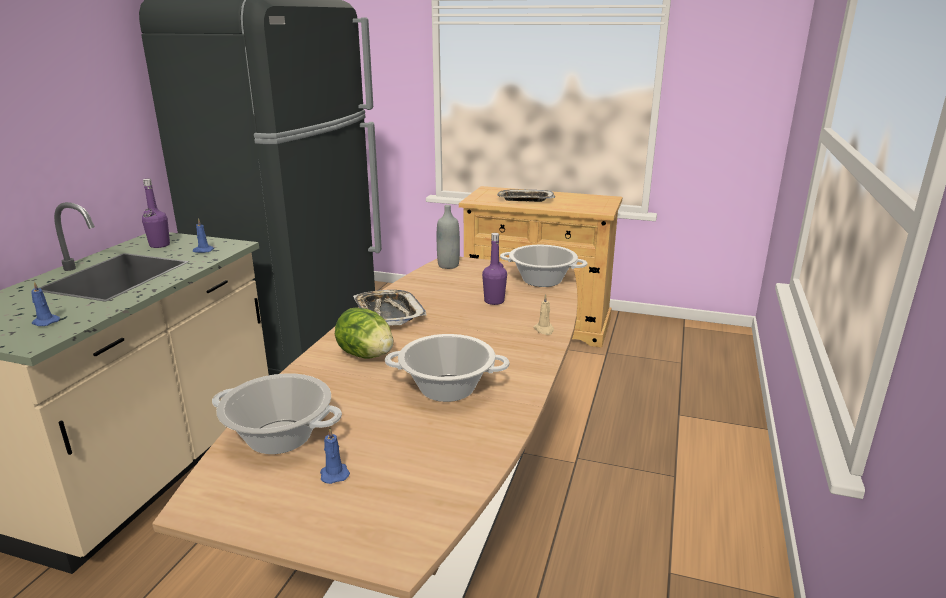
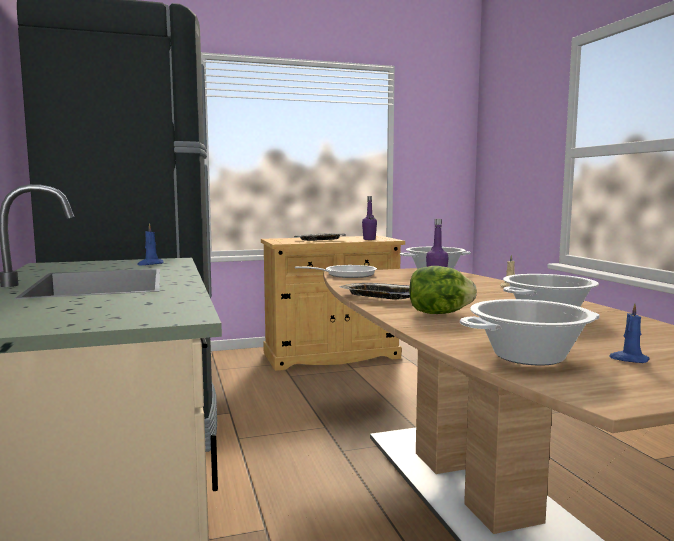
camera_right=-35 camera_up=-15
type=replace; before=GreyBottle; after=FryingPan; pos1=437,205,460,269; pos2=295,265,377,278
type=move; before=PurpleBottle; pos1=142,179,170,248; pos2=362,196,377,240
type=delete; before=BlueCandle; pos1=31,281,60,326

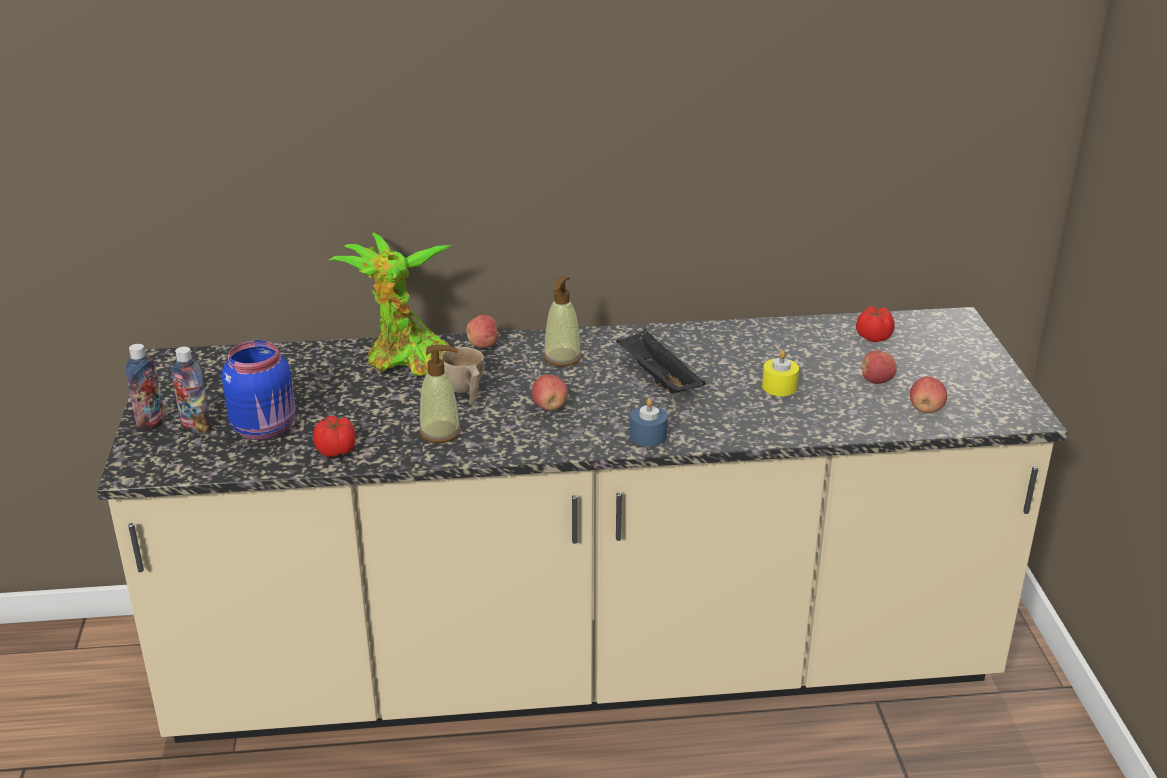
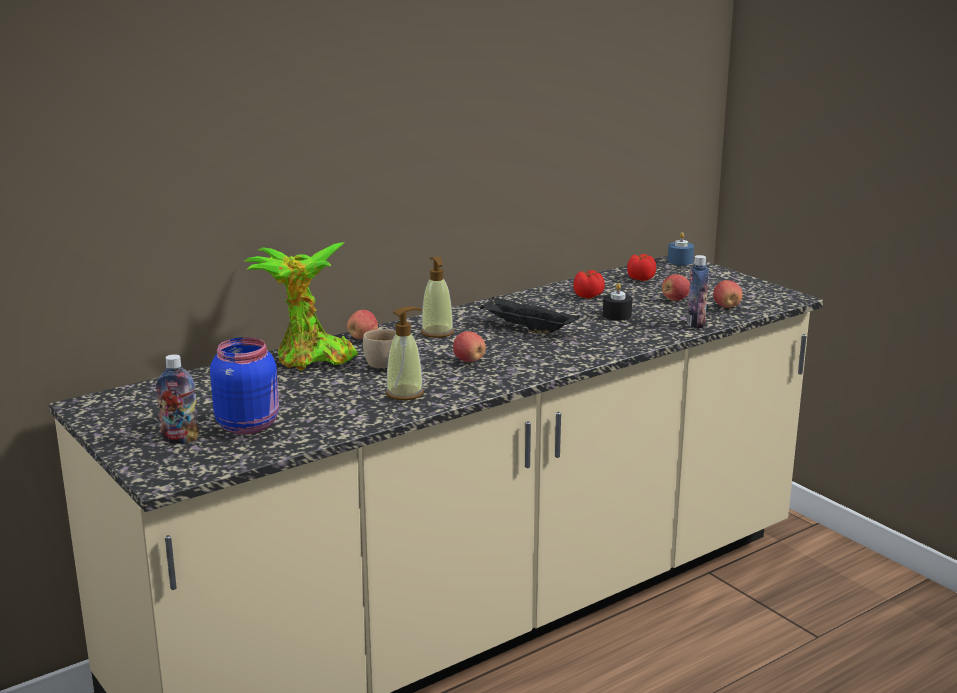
camera_right=-30 camera_up=-10
type=move; before=Tomato; pos1=313,416,356,457; pos2=573,270,605,299
type=recolor; before=YellowCandle; after=BlackCandle; pos1=762,350,799,396; pos2=603,283,632,321
type=move; before=BlueCandle; pos1=630,398,668,447; pos2=668,232,694,265
type=move; before=Bottle; pos1=126,344,165,433; pos2=687,255,709,329

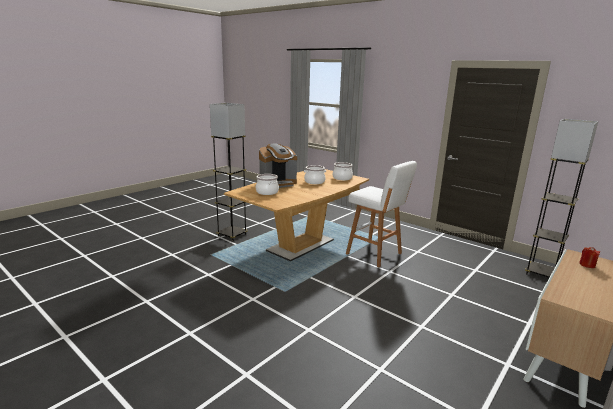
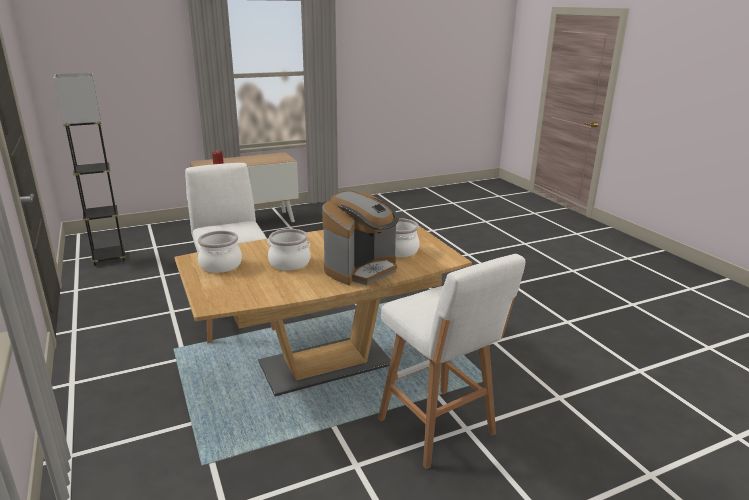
camera_right=-155 camera_up=5
type=rotate; before=CoffeeMachine; pos1=259,144,297,188; pos2=322,191,399,285; turn=135
type=replace; before=GreyFloorLamp; after=WhiteStool; pos1=210,103,248,241; pos2=378,254,525,469

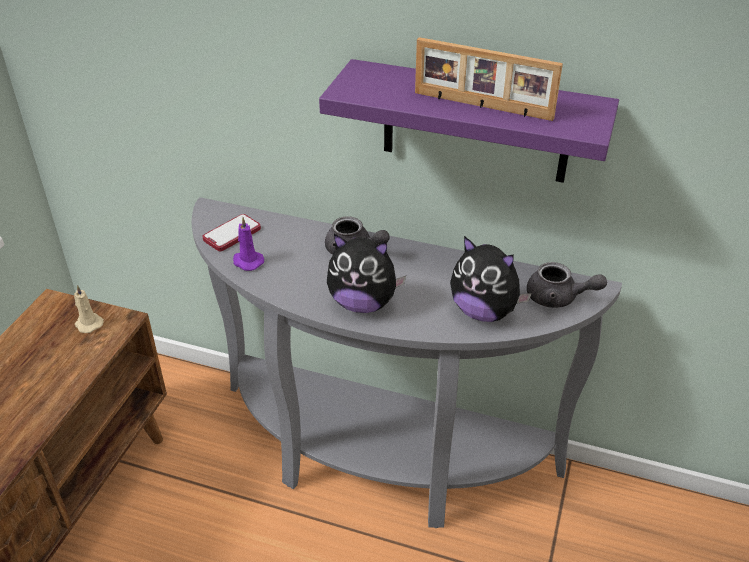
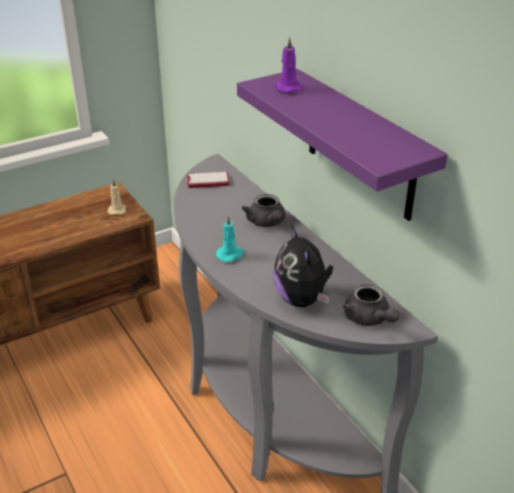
camera_right=40 camera_up=-5
type=replace; before=PlushToy; after=TurquoiseCandle; pos1=327,234,406,313; pos2=216,215,244,262
type=move; before=PurpleCandle; pos1=233,217,264,271; pos2=275,37,303,93
type=delete; before=PictureFrame; pos1=415,37,563,121

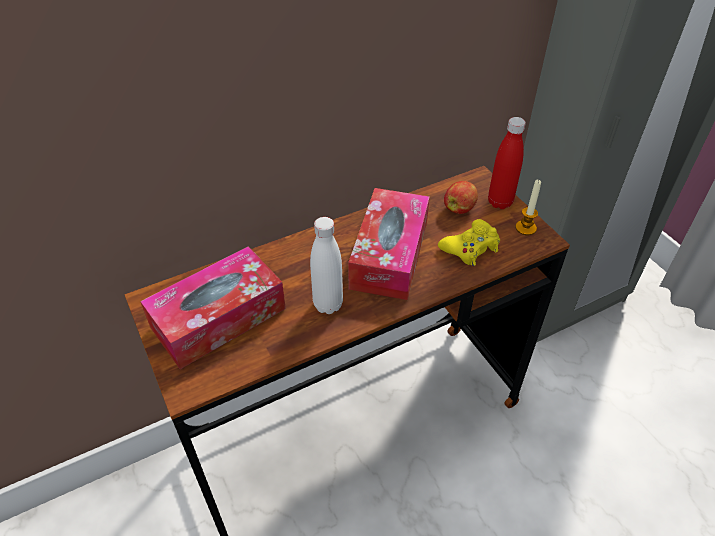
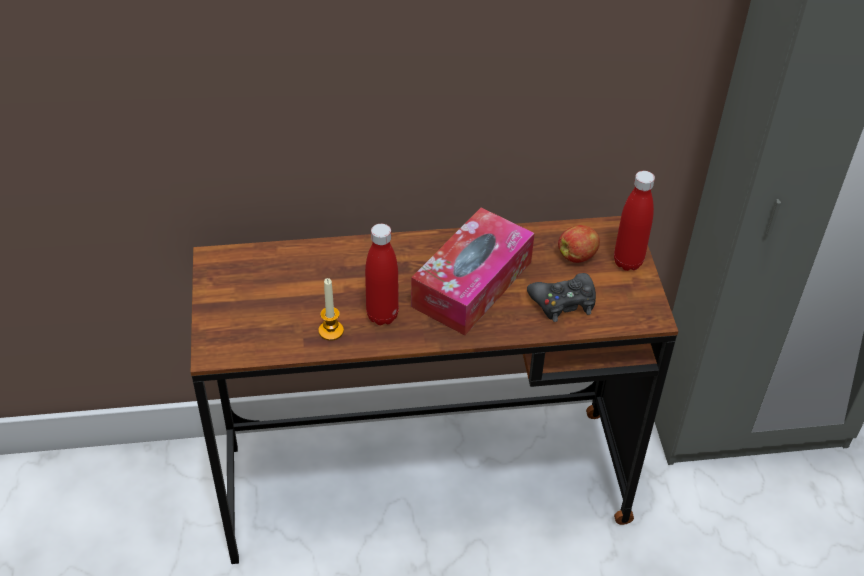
camera_right=20 camera_up=0
type=move; before=Candle; pos1=515,179,541,235; pos2=318,278,344,341
type=recolor; before=WhiteBottle; after=RedBottle; pos1=310,217,343,314; pos2=365,224,399,325
type=recolor; before=YellowGameController; after=BlackGameController; pos1=438,219,500,266; pos2=527,273,596,322
type=delete; before=TissueBox; pos1=140,246,286,369

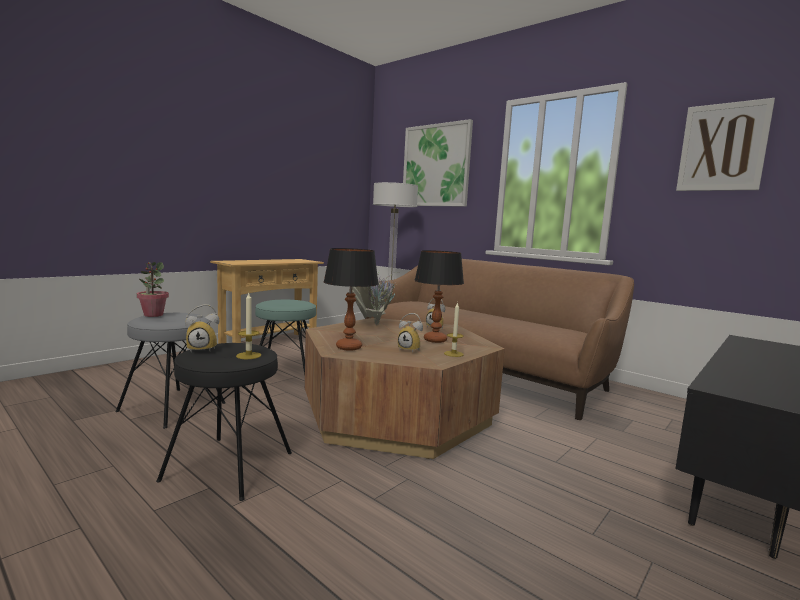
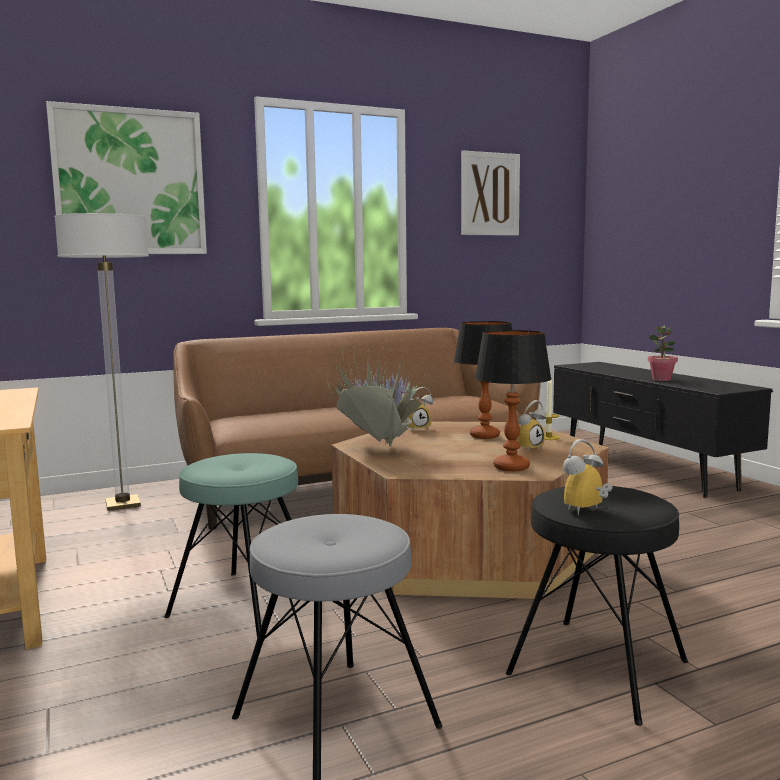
camera_right=-65 camera_up=0
type=rotate; before=AlarmClock; pos1=185,304,220,352; pos2=563,439,612,515; turn=-135
type=move; before=PottedPlant; pos1=137,262,169,317; pos2=647,326,678,381
type=delete; before=Candle; pos1=236,293,261,359

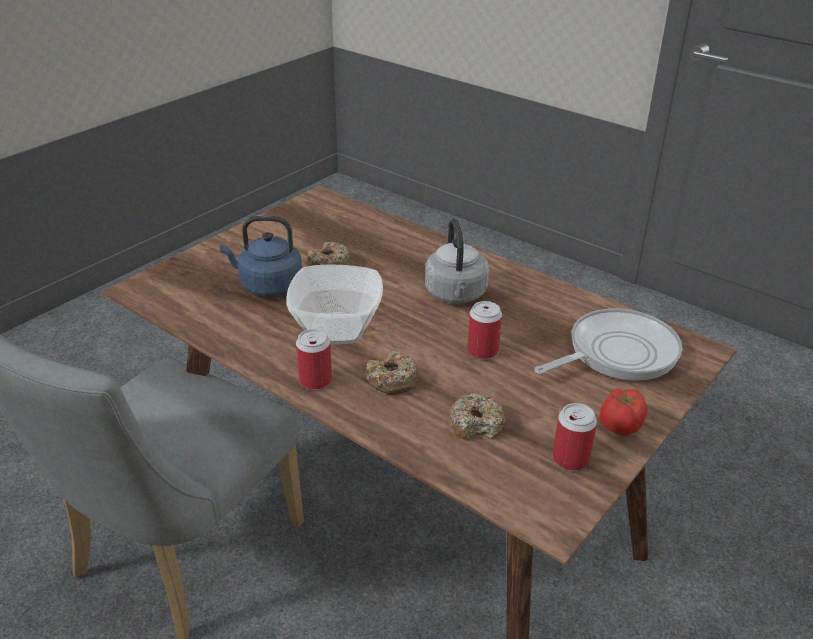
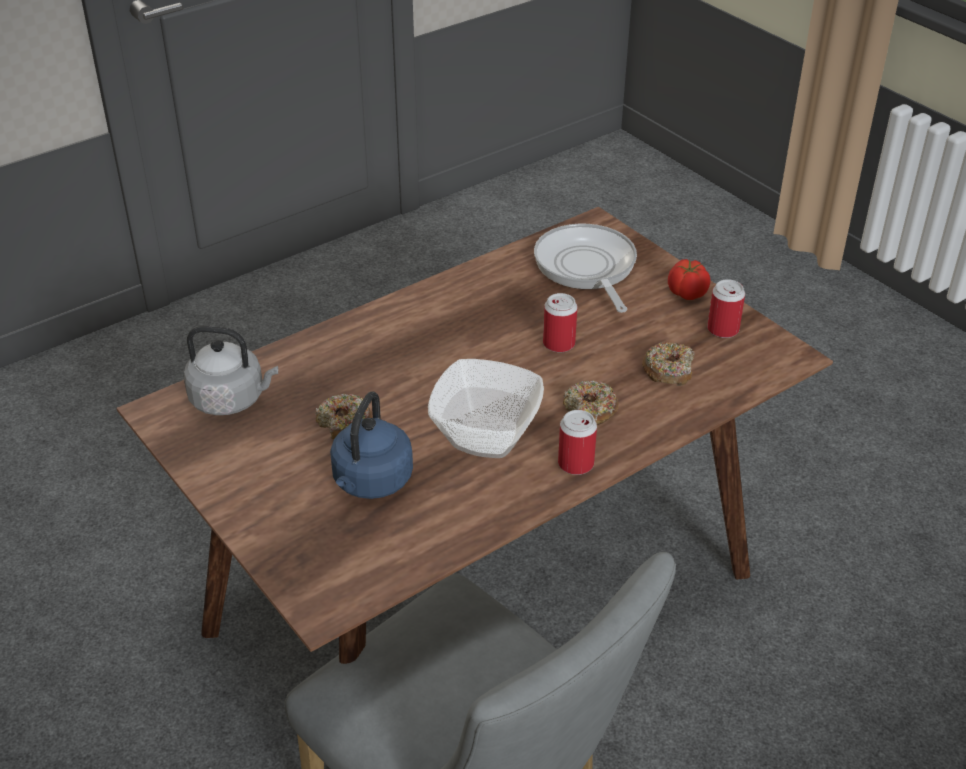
camera_right=-75 camera_up=5
type=move; before=GreyKettle; pos1=425,218,489,303; pos2=183,326,278,415

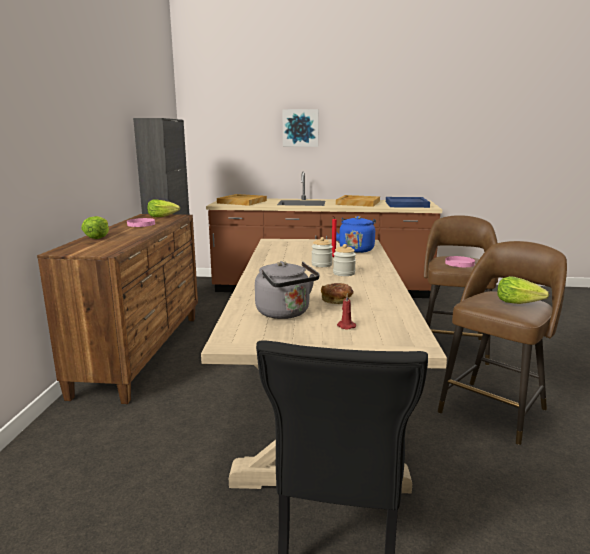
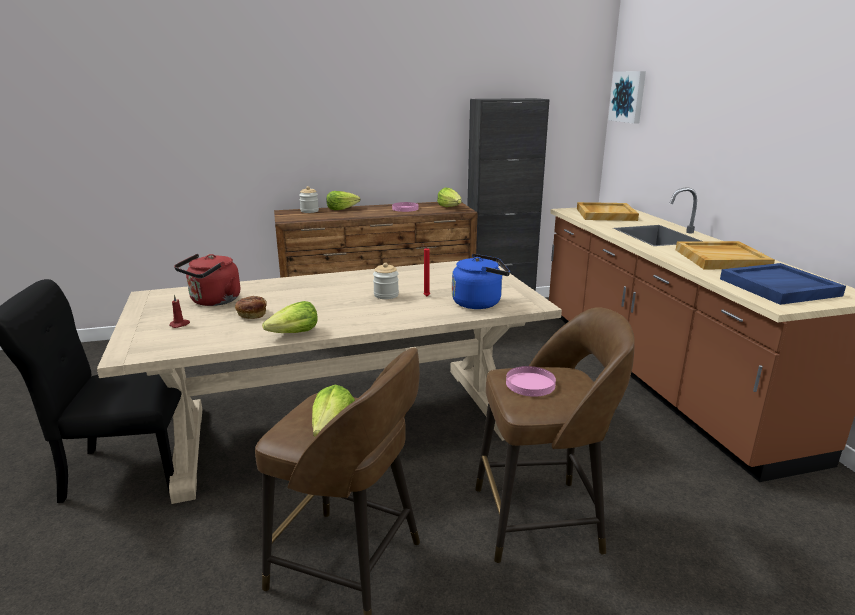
camera_right=70 camera_up=5
type=recolor; before=GreyKettle; after=RedKettle; pos1=255,261,320,319; pos2=174,254,240,306
type=insert; after=Lettuce; pos2=262,301,318,333
type=move; before=Jar; pos1=333,244,356,276; pos2=299,186,319,213
type=move; before=Picture; pos1=283,109,319,147; pos2=608,71,646,124

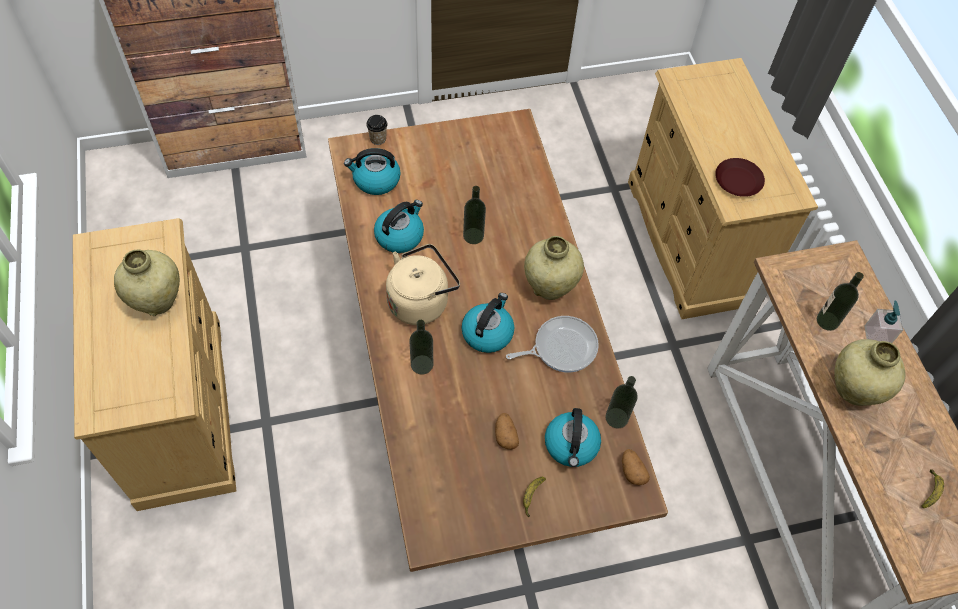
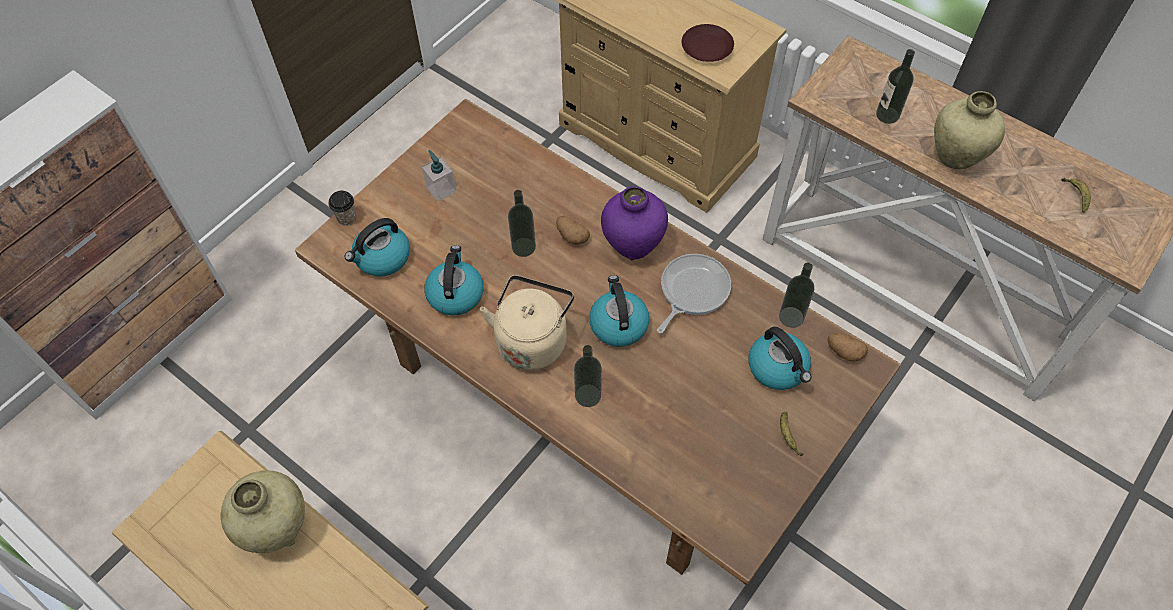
camera_right=-35 camera_up=0
type=move; before=SoapDispenser; pos1=865,301,904,343; pos2=422,150,457,202
type=move; before=Potato; pos1=495,413,519,449; pos2=556,216,590,245
type=recolor; before=BeigeVase; after=PurpleVase; pos1=524,236,584,300; pos2=601,186,668,260

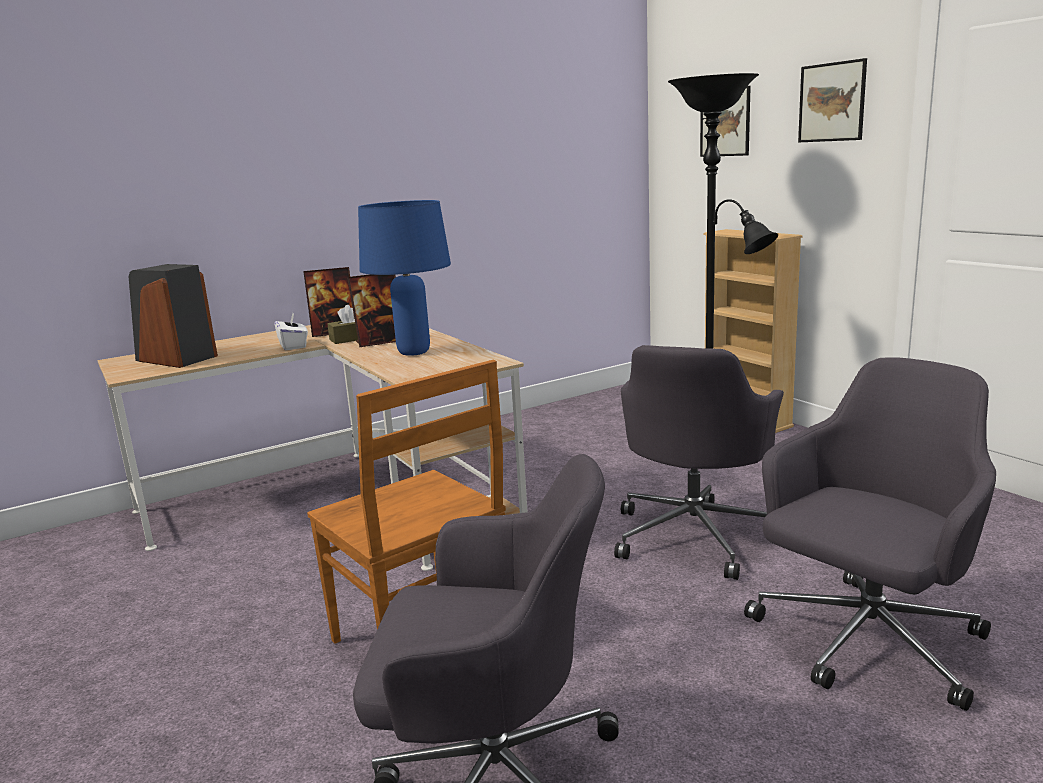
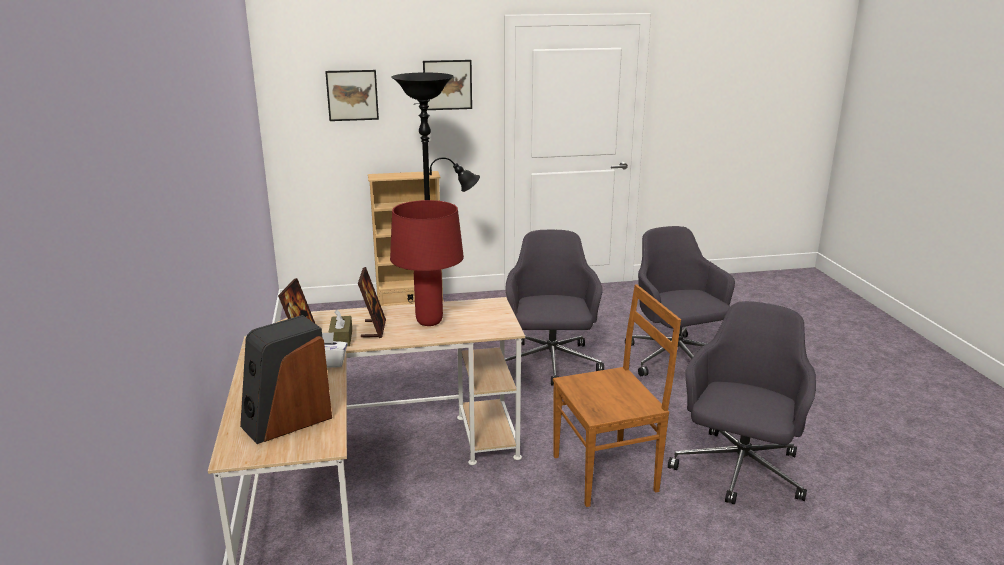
camera_right=-70 camera_up=5
type=recolor; before=BlueTableLamp; after=RedTableLamp; pos1=358,200,451,356; pos2=390,200,464,326
type=rotate; before=GreyOfficeChair; pos1=614,345,784,580; pos2=505,230,604,386; turn=-135

